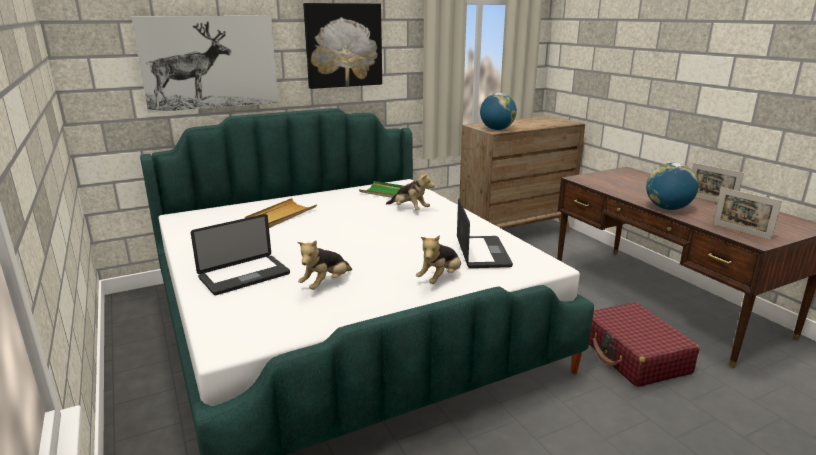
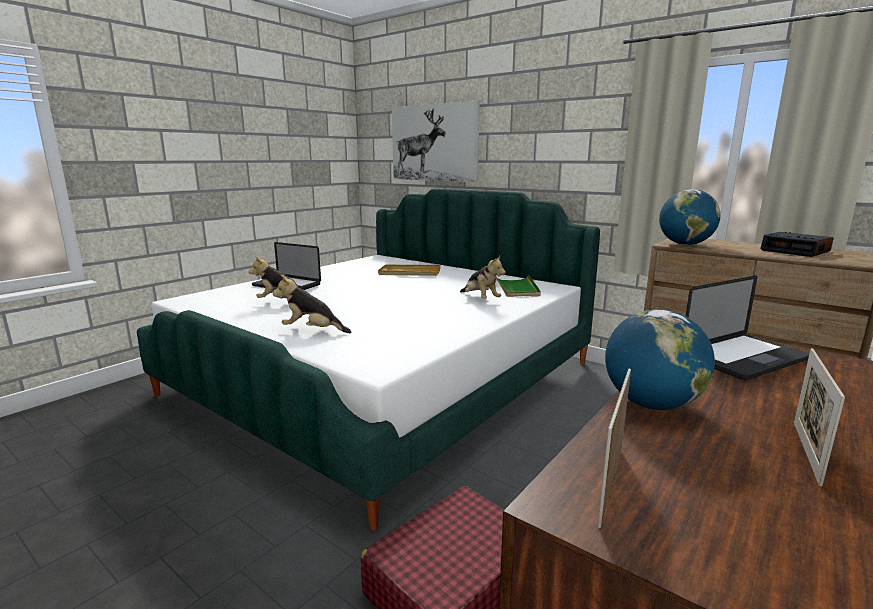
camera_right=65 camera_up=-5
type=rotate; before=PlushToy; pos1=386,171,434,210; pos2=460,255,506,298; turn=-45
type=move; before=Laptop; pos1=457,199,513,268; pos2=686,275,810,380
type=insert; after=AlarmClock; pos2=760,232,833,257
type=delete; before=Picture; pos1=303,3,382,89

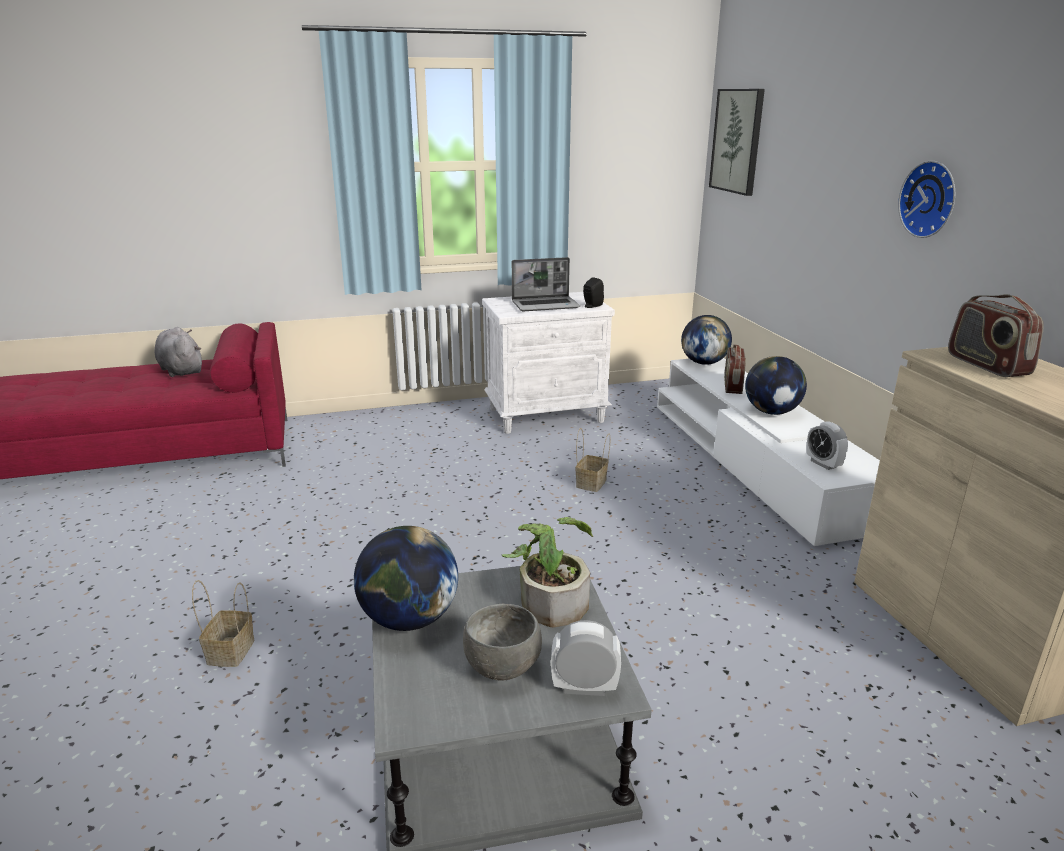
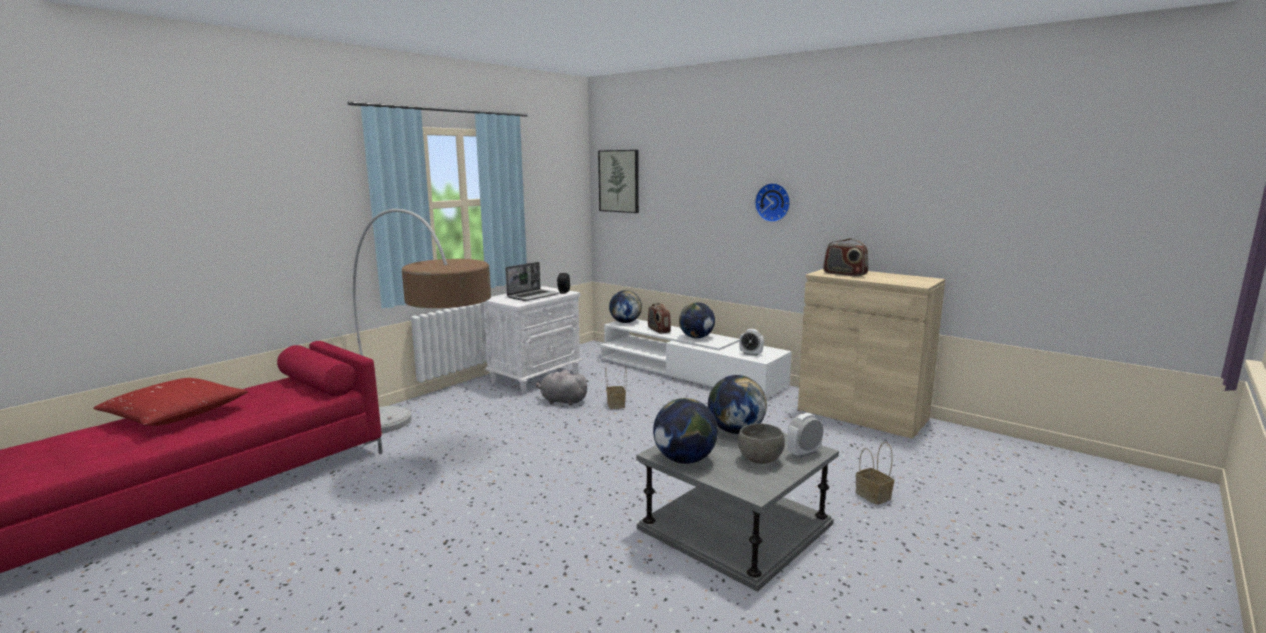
camera_right=-35 camera_up=-10
type=insert; after=RedPillow; pos2=93,378,248,426
type=insert; after=FloorLamp; pos2=353,209,491,433
type=move; before=GreyPlushToy; pos1=155,327,202,377; pos2=536,370,589,406
type=replace; before=PottedPlant; after=Globe; pos1=502,517,593,627; pos2=708,375,767,434
type=move; before=Basket; pos1=192,580,254,667; pos2=856,442,894,505

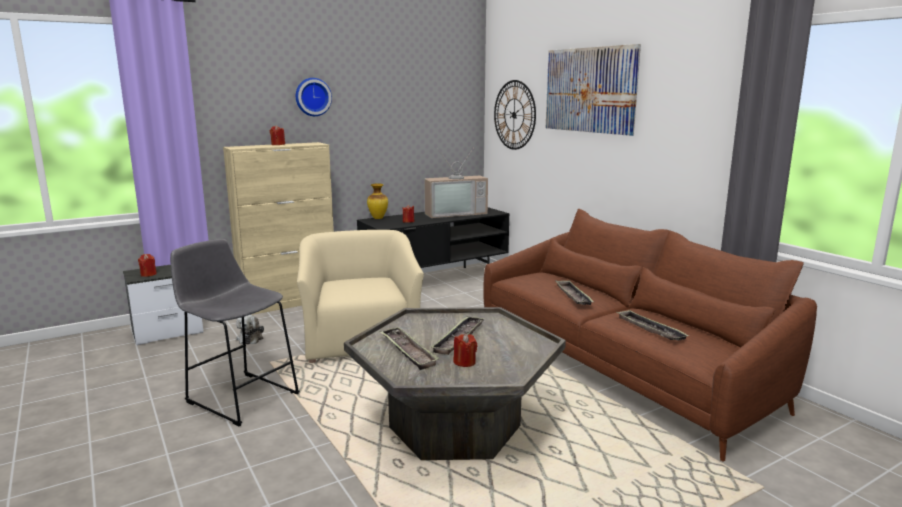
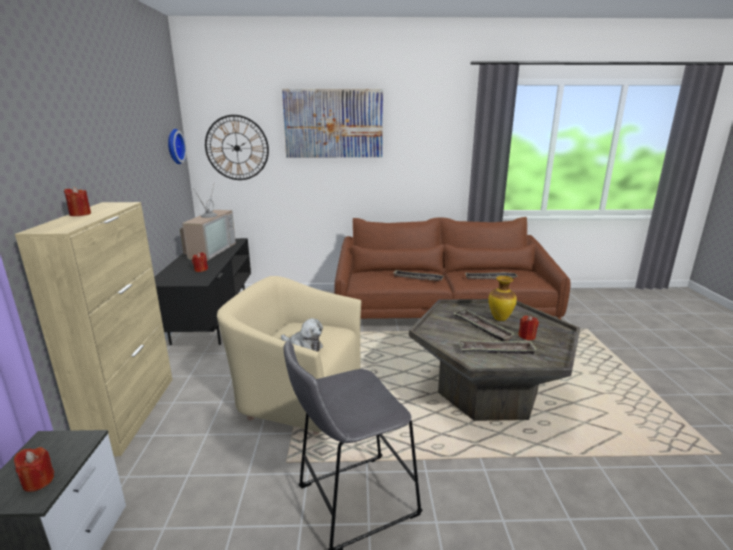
camera_right=-60 camera_up=5
type=move; before=WallClock; pos1=296,78,332,116; pos2=168,129,186,164
type=move; before=PlushToy; pos1=236,315,264,345; pos2=281,318,323,352
type=move; before=Vase; pos1=367,184,388,219; pos2=488,276,517,321

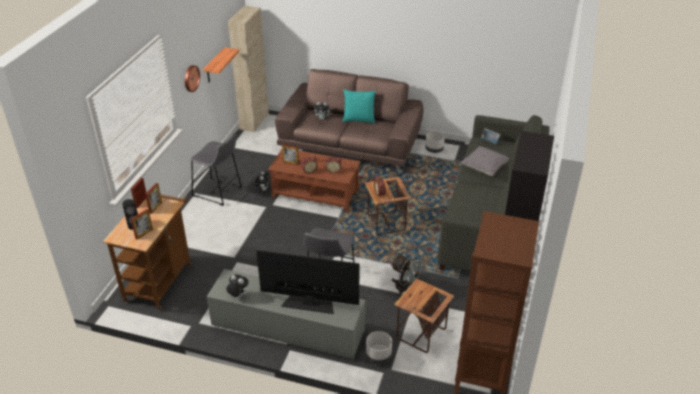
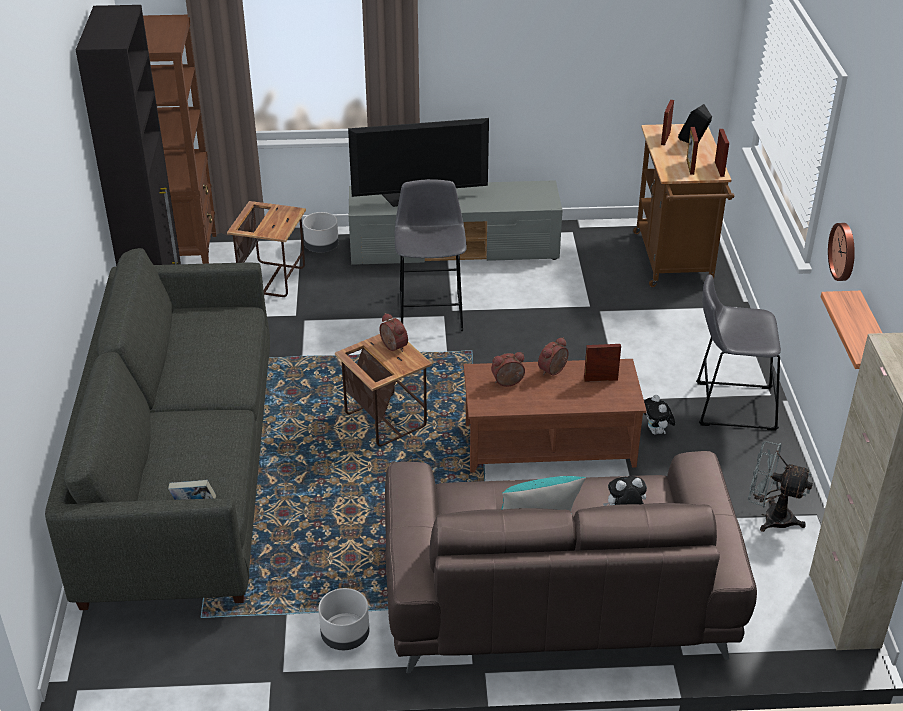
camera_right=160 camera_up=0
type=move; before=GreyFan; pos1=390,254,427,297; pos2=748,441,813,532
type=delete; before=PlushToy; pos1=226,275,249,297
type=delete; before=GreyPillow; pos1=461,146,509,176

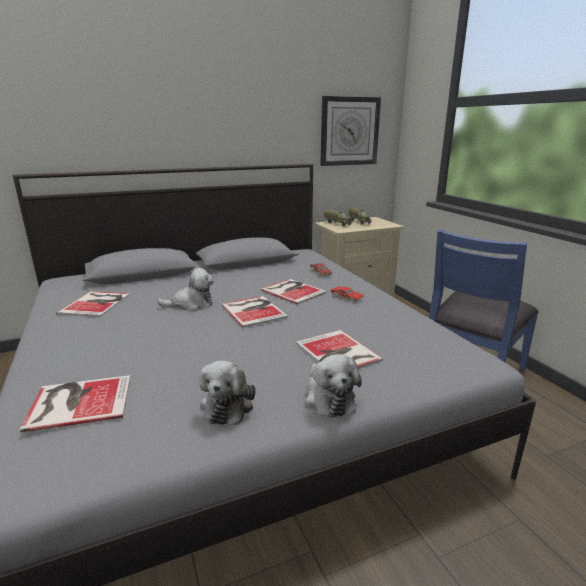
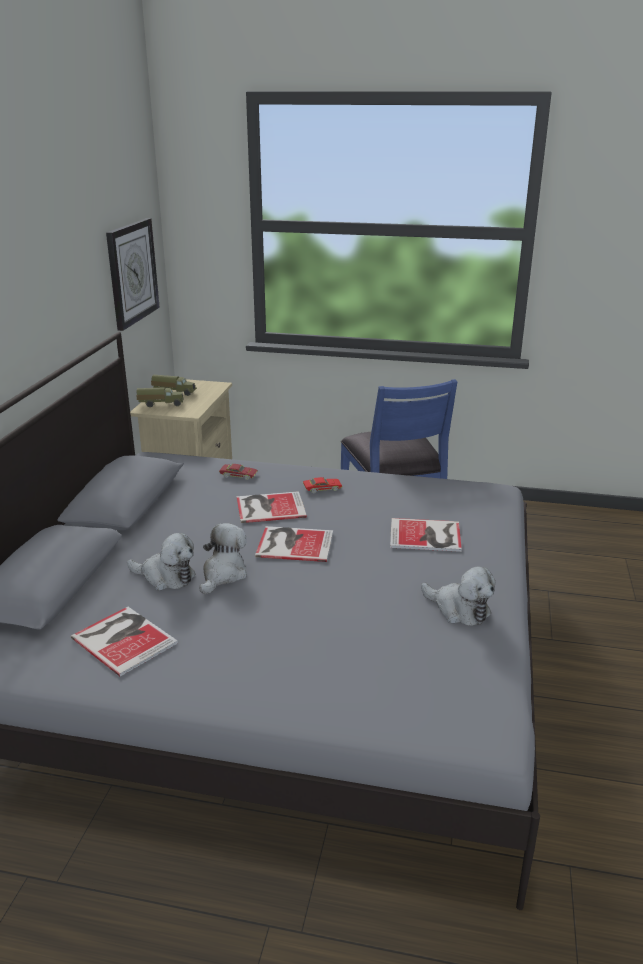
camera_right=-55 camera_up=5
type=move; before=PlushToy; pos1=305,354,362,418; pos2=127,533,195,591
type=delete; before=Book; pos1=20,375,131,432

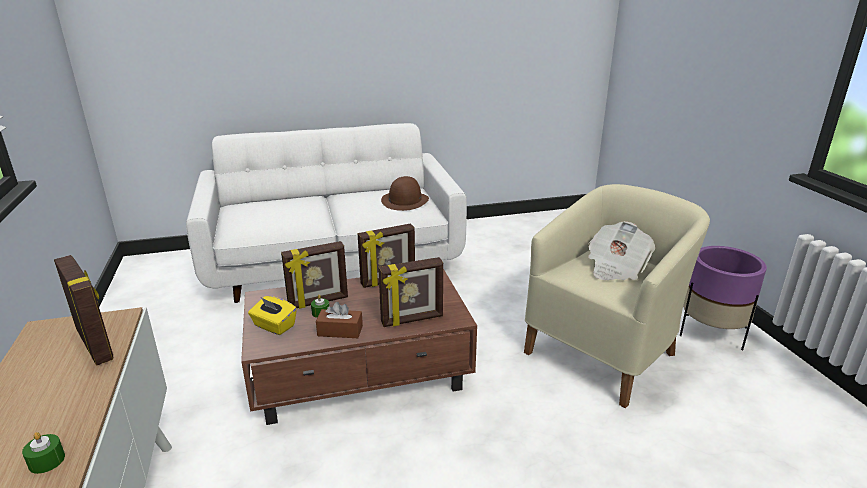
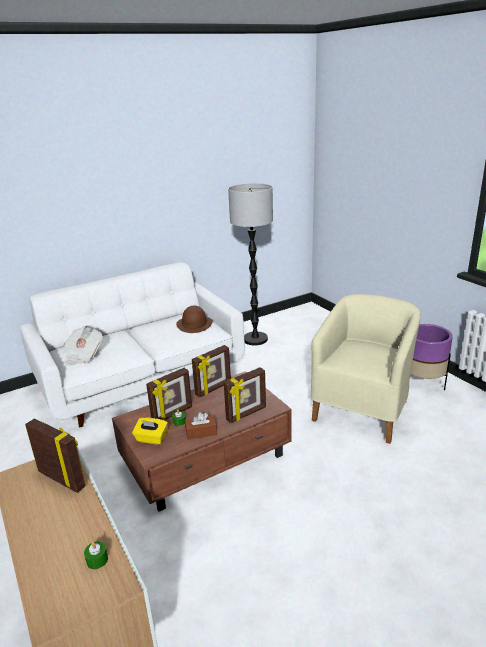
camera_right=-15 camera_up=0
type=move; before=Newspaper; pos1=588,221,655,280; pos2=63,325,103,365
type=insert; after=FloorLamp; pos2=228,183,273,346

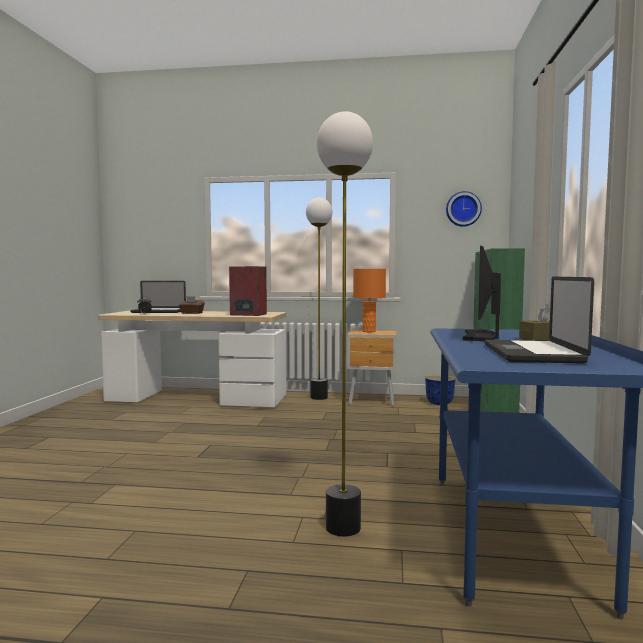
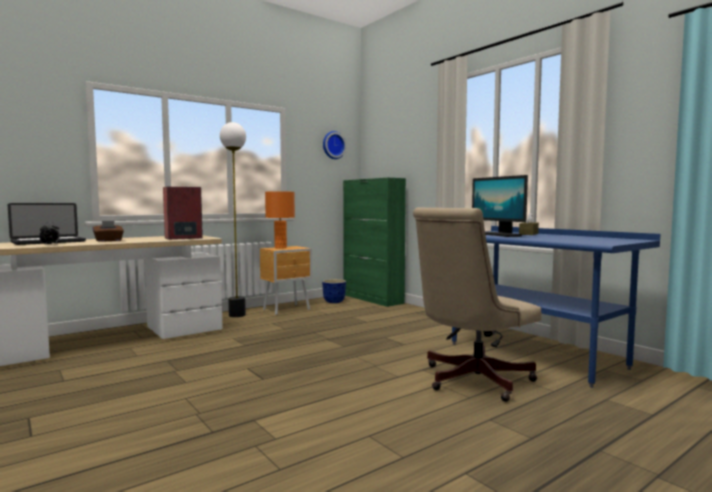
camera_right=-45 camera_up=0
type=replace; before=FloorLamp; after=BeigeOfficeChair; pos1=317,111,373,536; pos2=413,207,542,402
type=delete; before=Laptop; pos1=485,277,594,364

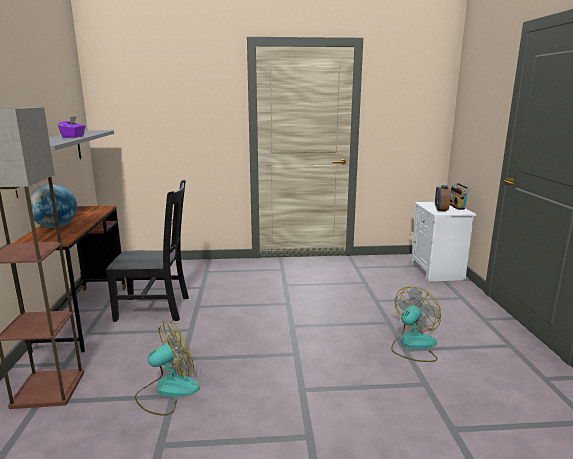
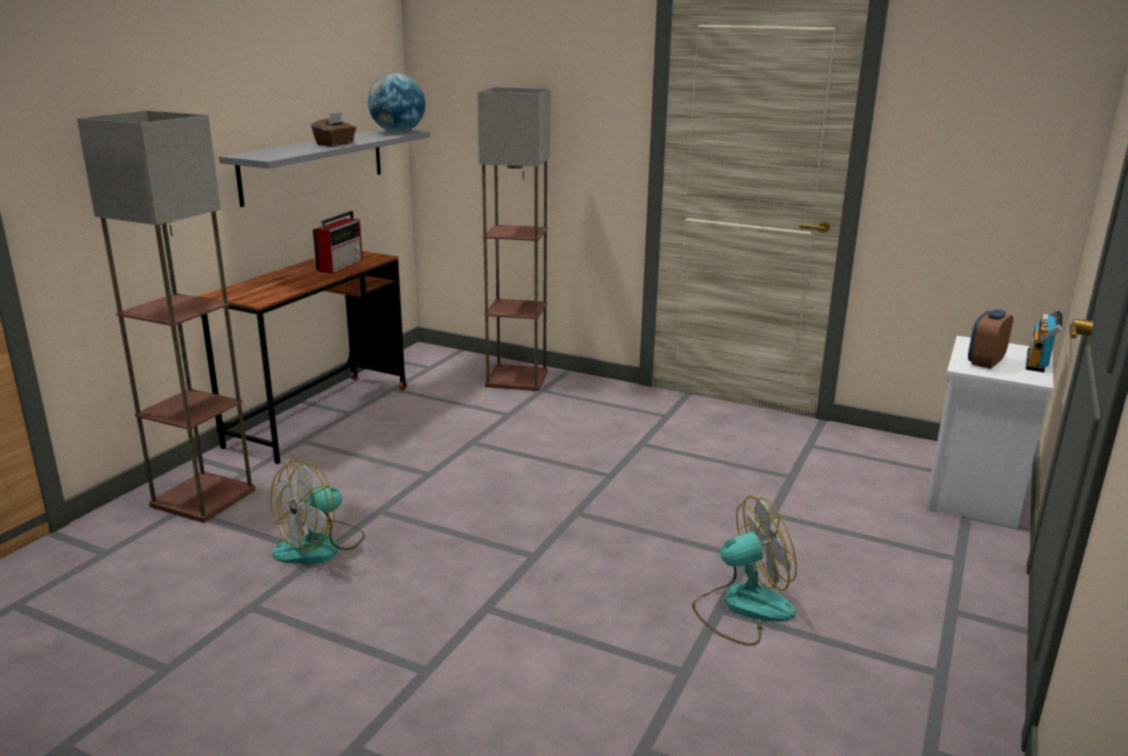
camera_right=30 camera_up=5
type=rotate; before=Fan; pos1=135,321,200,416; pos2=270,459,365,564; turn=135
type=recolor; before=PurpleTissueBox; after=BrownTissueBox; pos1=58,116,85,138; pos2=311,112,356,146
type=insert; after=Radio; pos2=313,211,363,273
type=move; before=Globe; pos1=27,184,77,228; pos2=368,73,425,133
type=insert; after=FloorLamp; pos2=477,87,551,391
type=delete; before=BlackChair; pos1=106,180,189,322

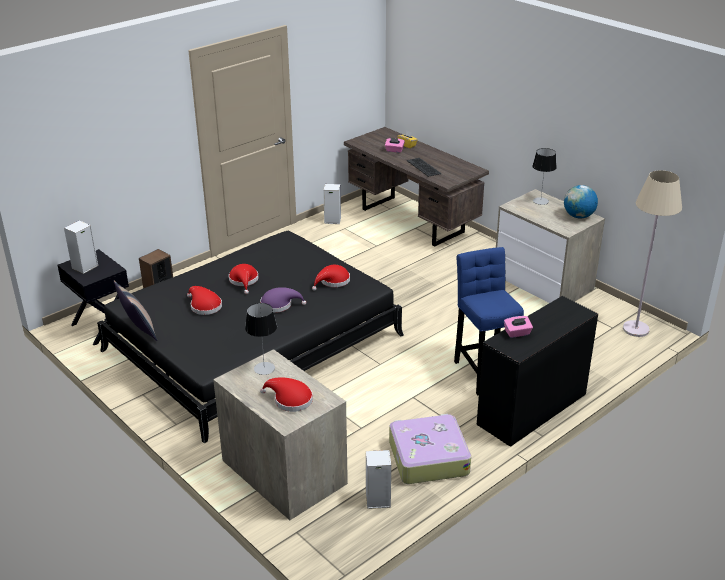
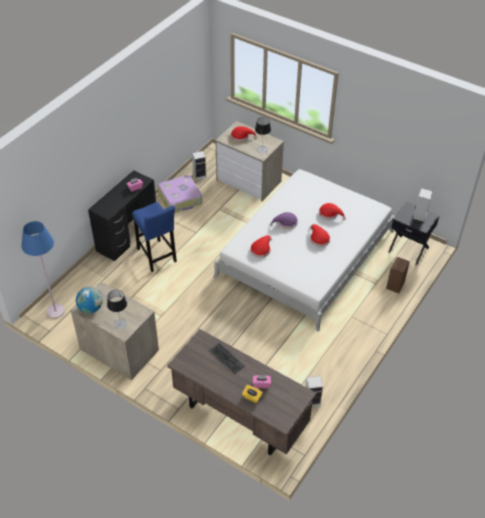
camera_right=165 camera_up=15
type=recolor; before=BeigeFloorLamp; after=BlueFloorLamp; pos1=623,170,682,337; pos2=21,221,65,319
type=recolor; before=BlackBed; after=WhiteBed; pos1=97,231,404,443; pos2=213,169,395,332
type=delete; before=Pillow; pos1=114,281,157,341

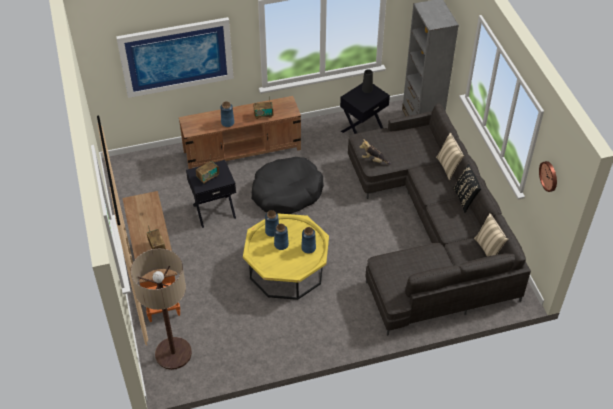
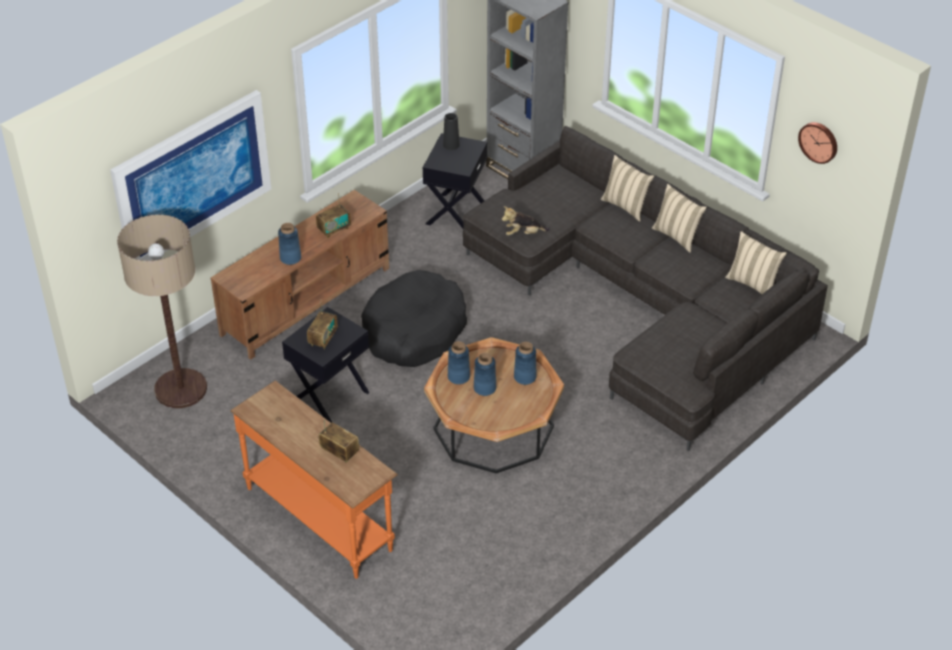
camera_right=-30 camera_up=-5
type=move; before=FloorLamp; pos1=131,249,192,370; pos2=117,214,207,408
type=recolor; before=YellowCoffeeTable; after=BrownCoffeeTable; pos1=243,213,329,300; pos2=424,337,564,473
type=recolor; before=BlackPillow; after=BeigePillow; pos1=453,164,481,213; pos2=652,184,707,253

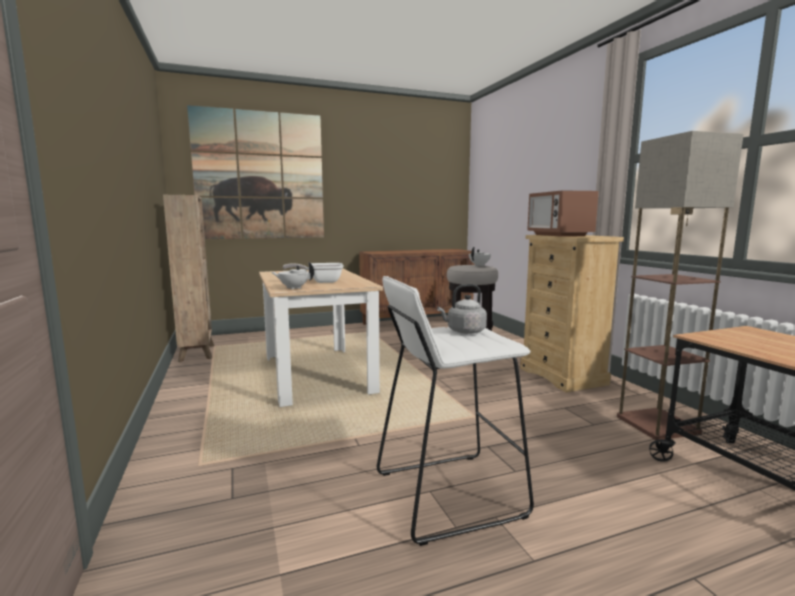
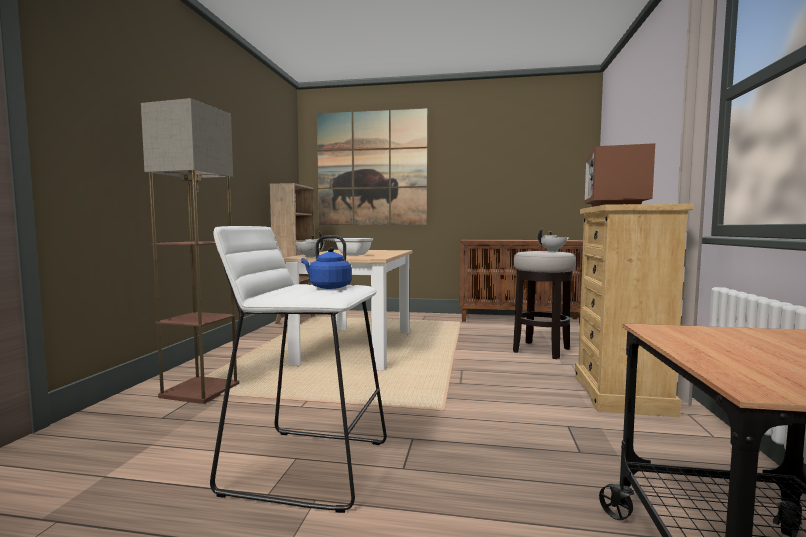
camera_right=30 camera_up=-5
type=move; before=FloorLamp; pos1=617,131,744,440; pos2=141,98,239,404
type=recolor; before=GreyKettle; after=BlueKettle; pos1=437,284,487,334; pos2=301,235,352,289

